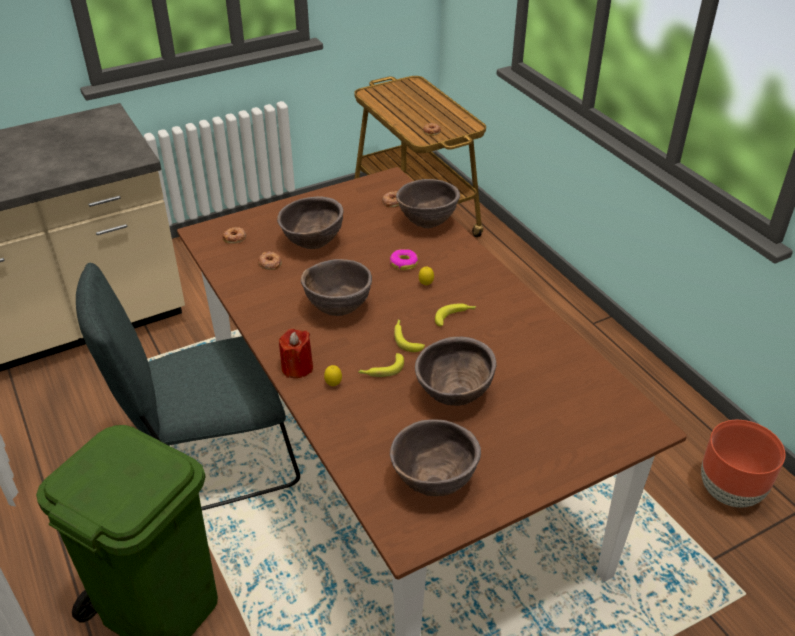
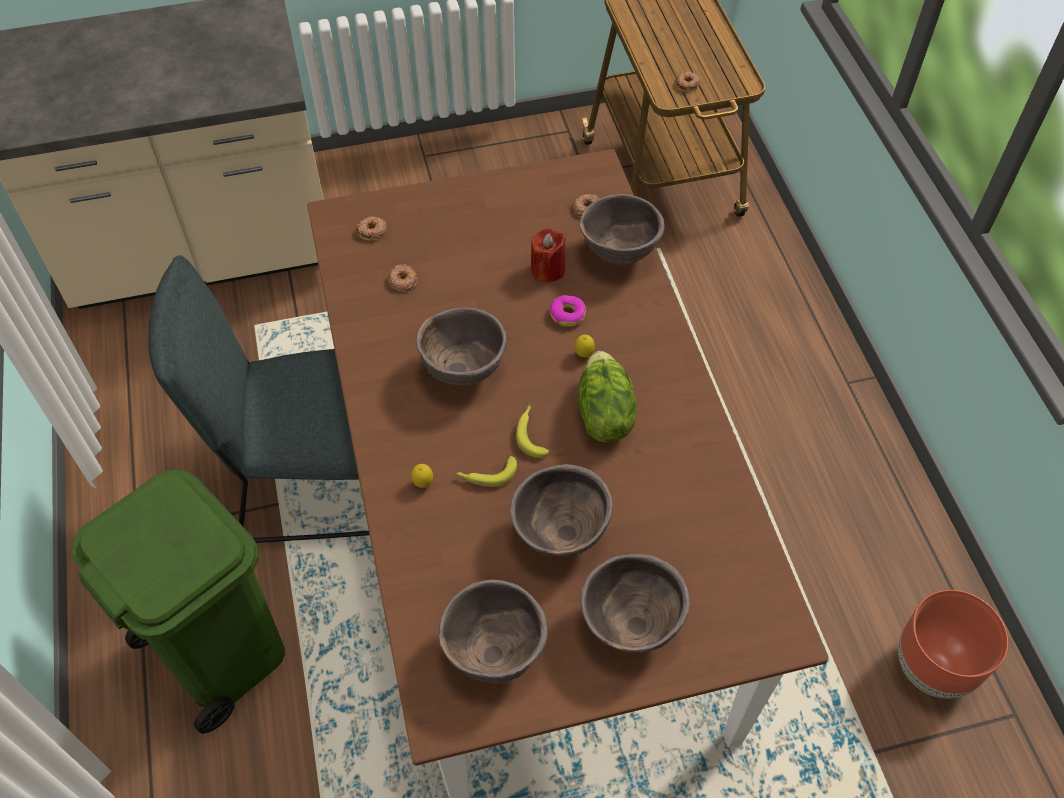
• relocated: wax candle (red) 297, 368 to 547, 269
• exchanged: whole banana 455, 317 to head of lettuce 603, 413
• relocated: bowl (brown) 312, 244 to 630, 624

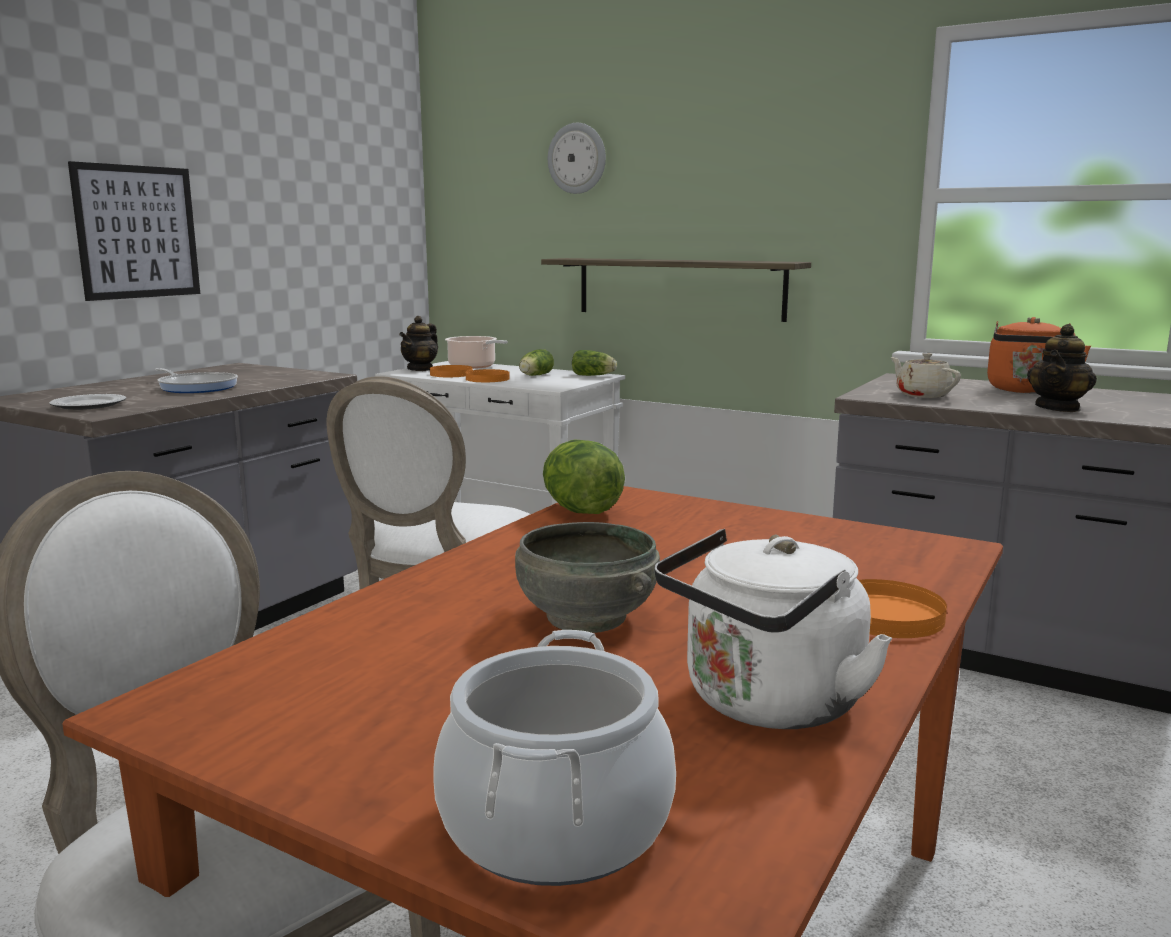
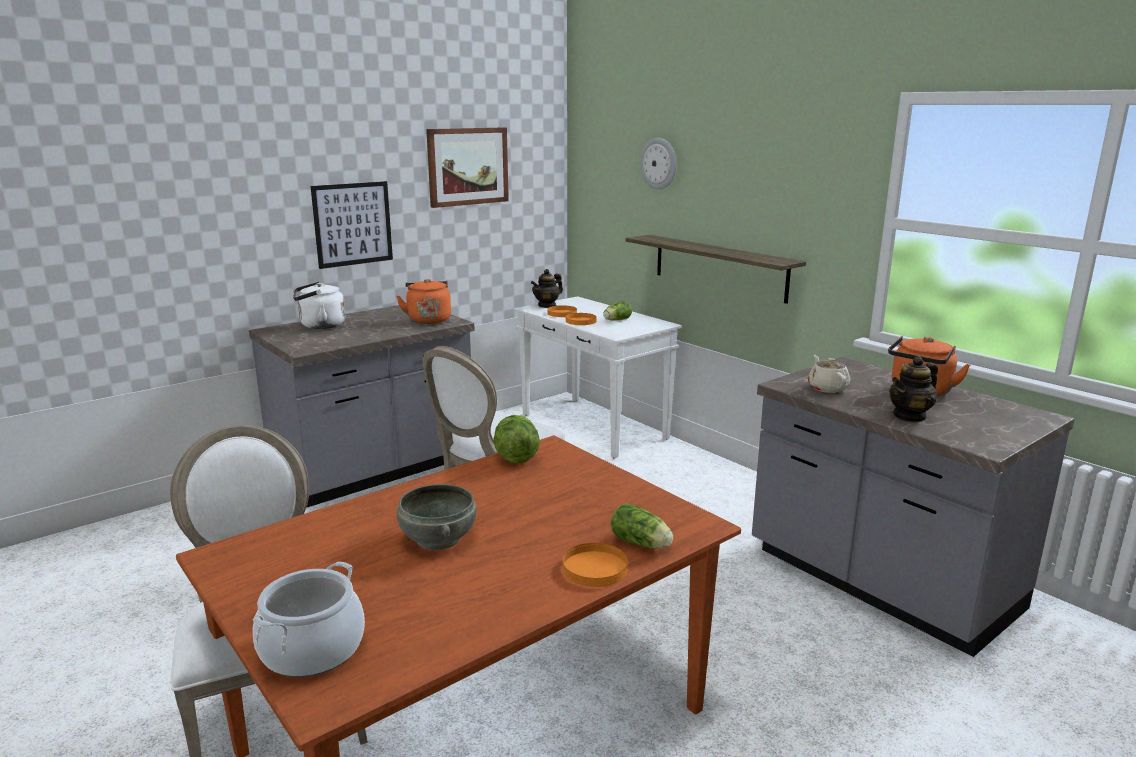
• relocated: tea kettle (white-coloured) 766, 705 to 320, 326
• appeared: tea kettle (orange-coloured) 428, 319
• appeared: picture 467, 166
• relocated: head of lettuce 594, 375 to 642, 544
• missing: plate 88, 405
• missing: frying pan 196, 387
• missing: cooking pot 474, 366

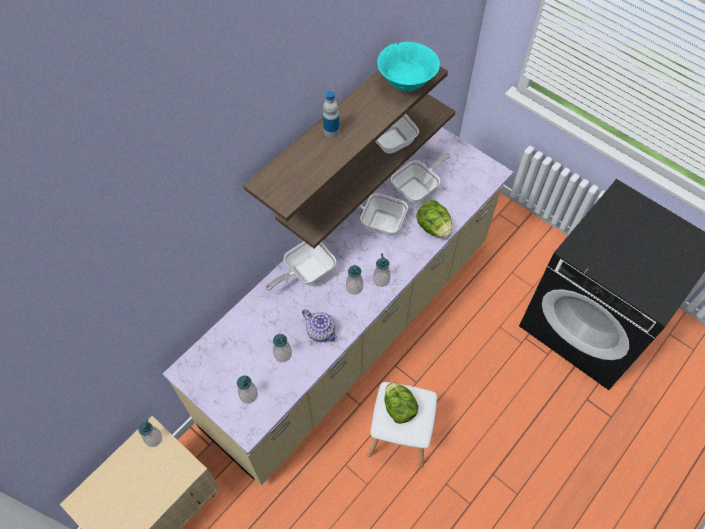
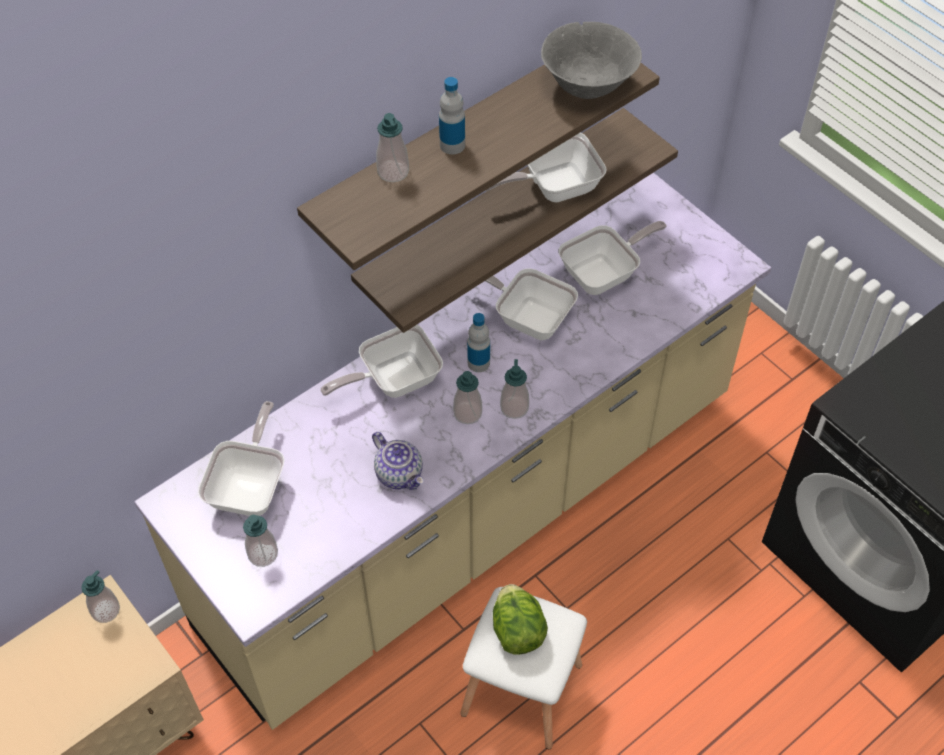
• appeared: frying pan 251, 486
• relocated: soap dispenser 283, 354 to 393, 172
• appeared: bottle 478, 363
• colour: bowl (turquoise) 406, 83 to bowl (greyish) 587, 88
• missing: head of lettuce 433, 227

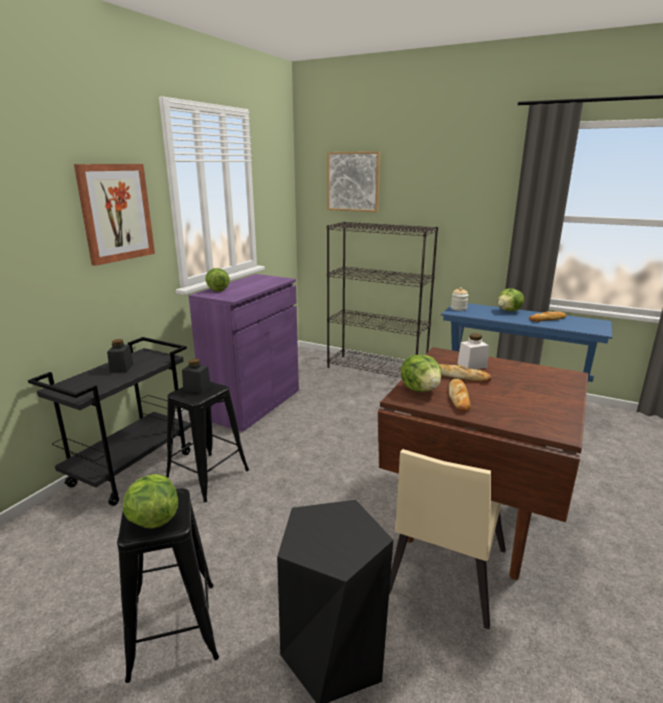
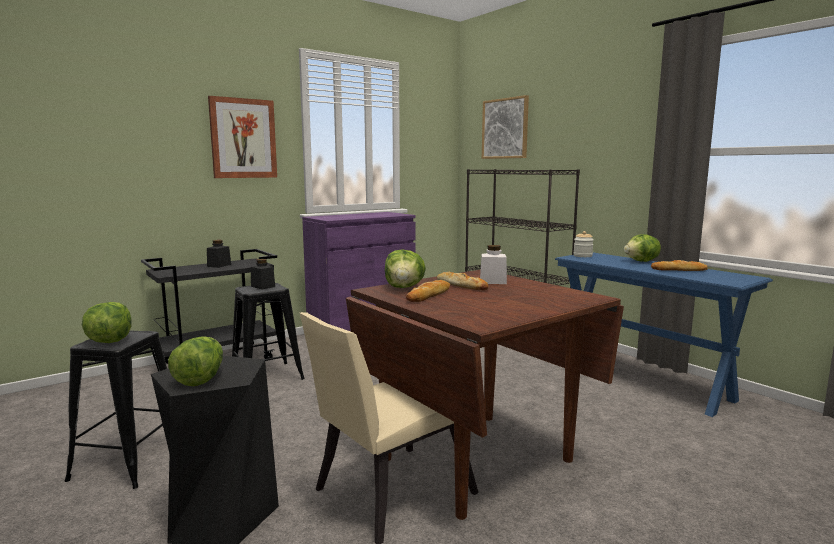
• relocated: head of lettuce 217, 289 to 201, 378

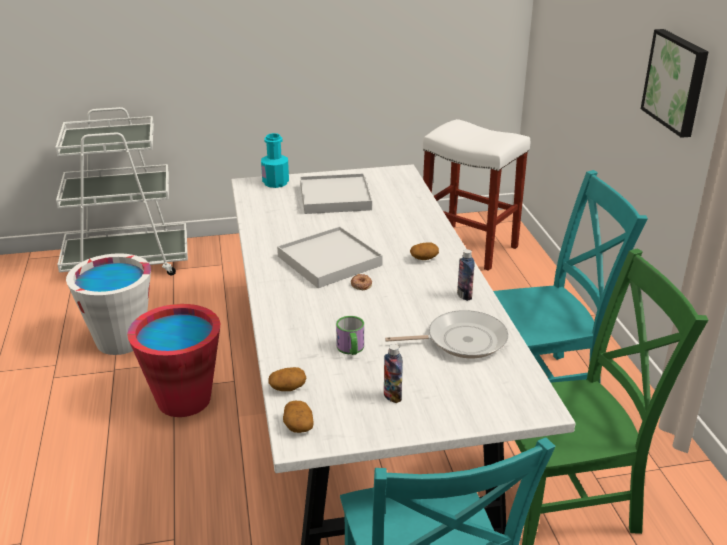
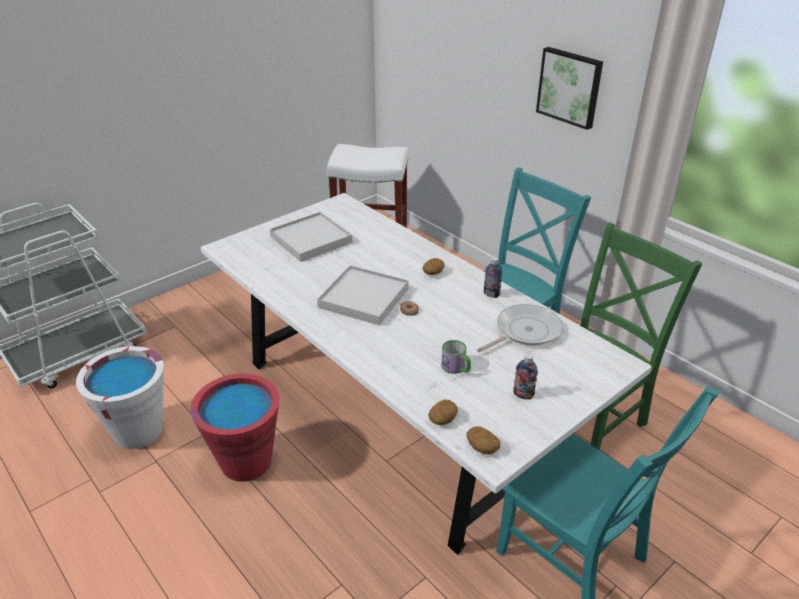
• missing: bottle (turquoise) 275, 182

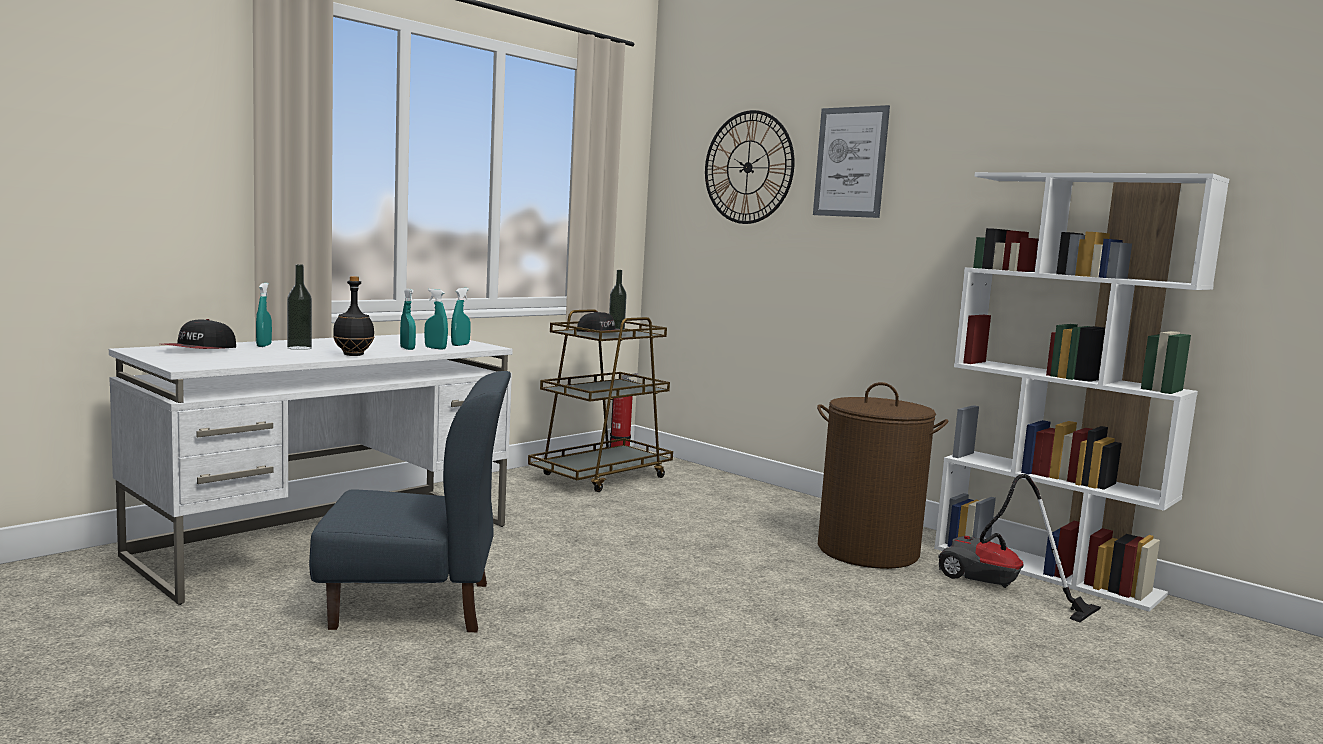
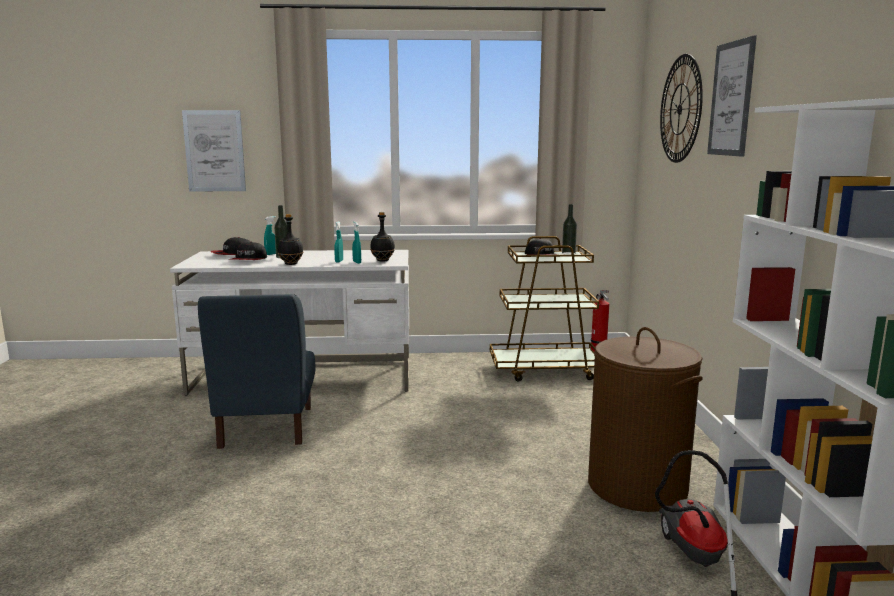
• appeared: picture 214, 151
• spun: chair (bluish) 414, 605 = 266, 427 45 degrees clockwise
• appeared: peaked cap 249, 260
• exchanged: sprayer (turquoise) 460, 345 to bottle (black-coloured) 383, 260

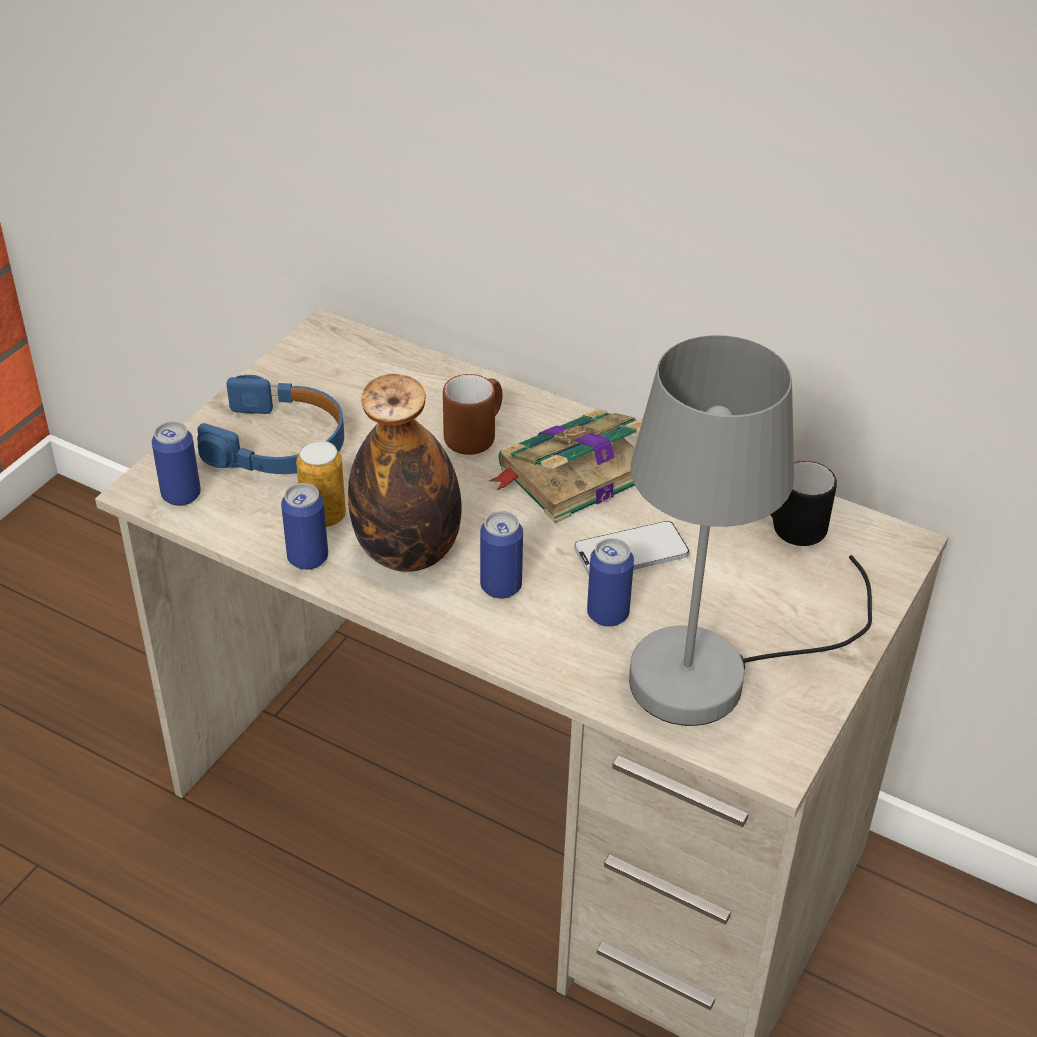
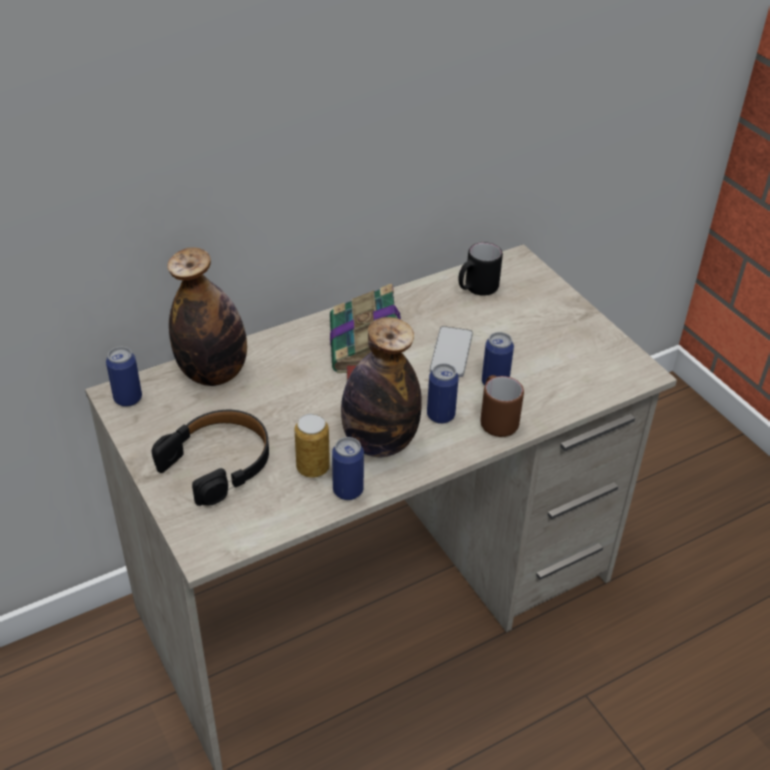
• relocated: sealed can 181, 495 to 128, 398
• colour: headphones (bluish) 278, 443 to headphones (black-coloured) 218, 463
• appeared: bottle 213, 373
• relocated: mug (brown) 476, 436 to 496, 420
• missing: tabletop lamp (greyish) 717, 669

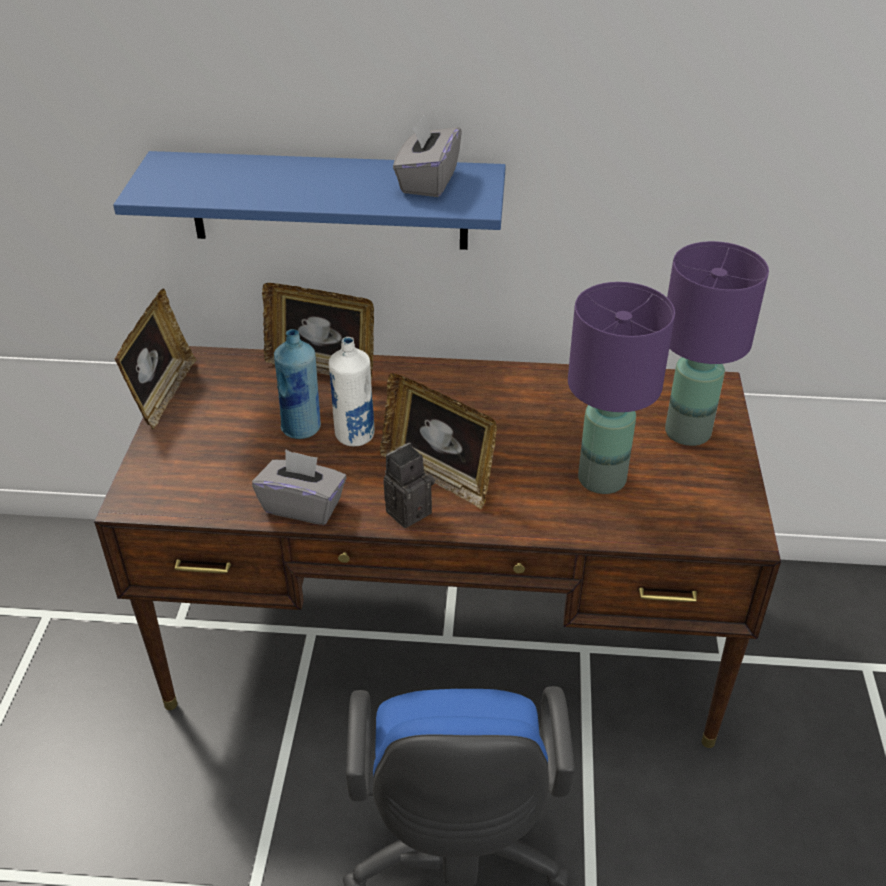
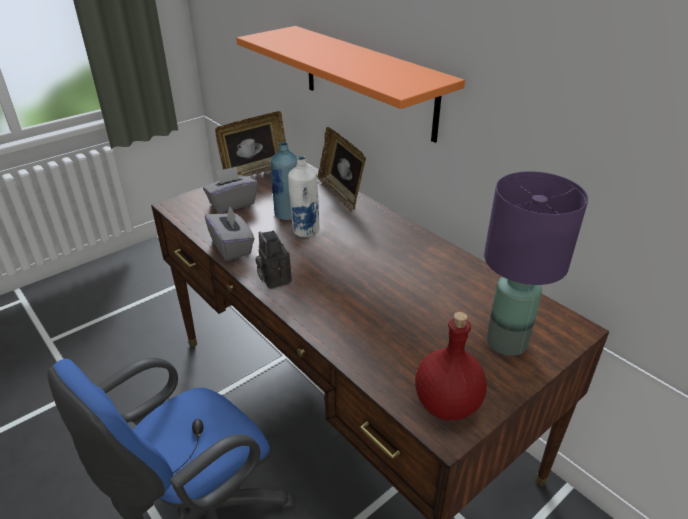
• relocated: tissue box (greyish) 427, 181 to 232, 204
• colour: shelf (bluish) 328, 201 to shelf (orange-coloured) 368, 81
• spun: still camera 408, 509 = 273, 279 120 degrees counterclockwise
• appeared: bottle (red) 446, 404
• missing: photo frame 438, 475
• missing: tabletop lamp (purplish) 602, 480

